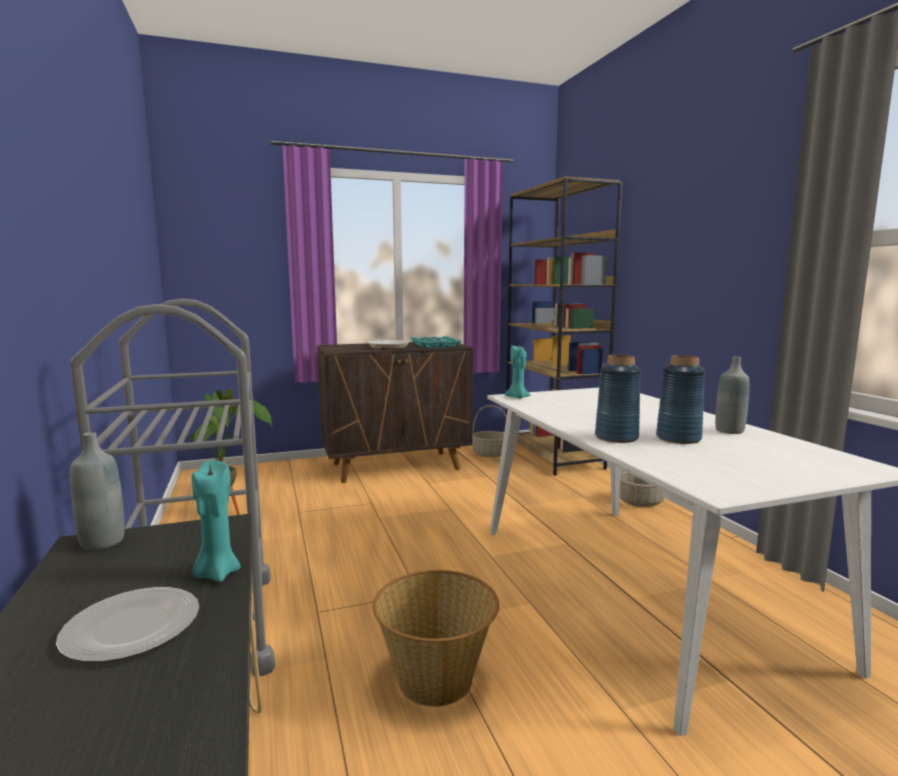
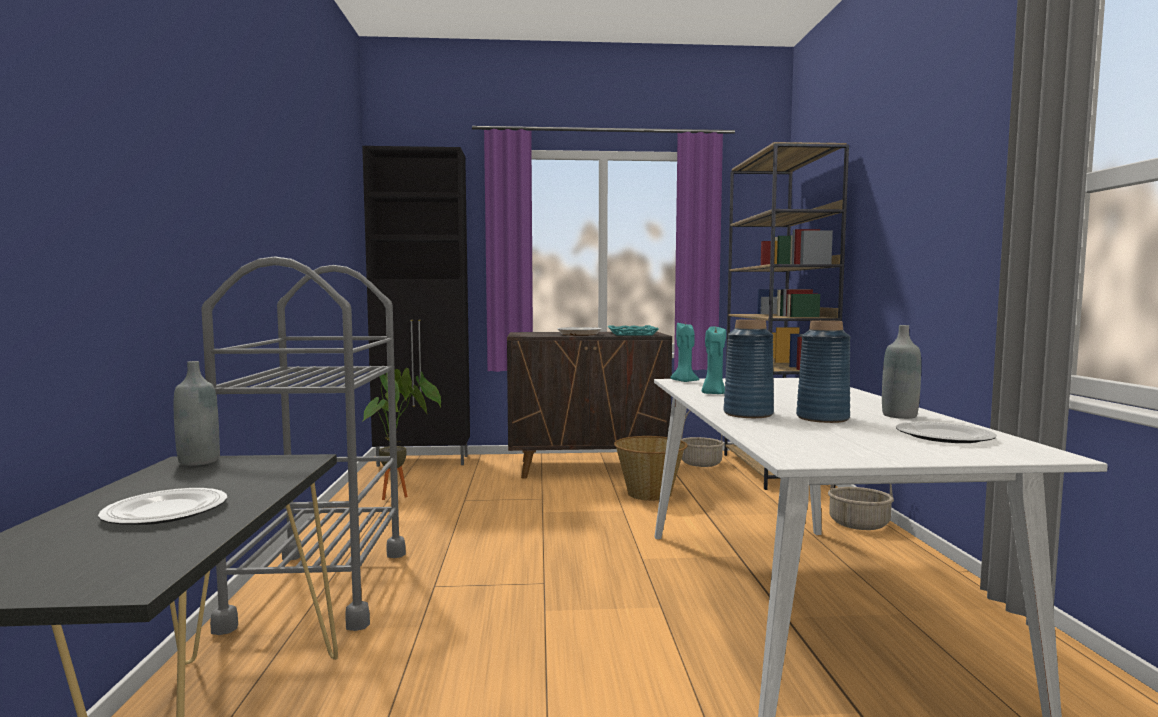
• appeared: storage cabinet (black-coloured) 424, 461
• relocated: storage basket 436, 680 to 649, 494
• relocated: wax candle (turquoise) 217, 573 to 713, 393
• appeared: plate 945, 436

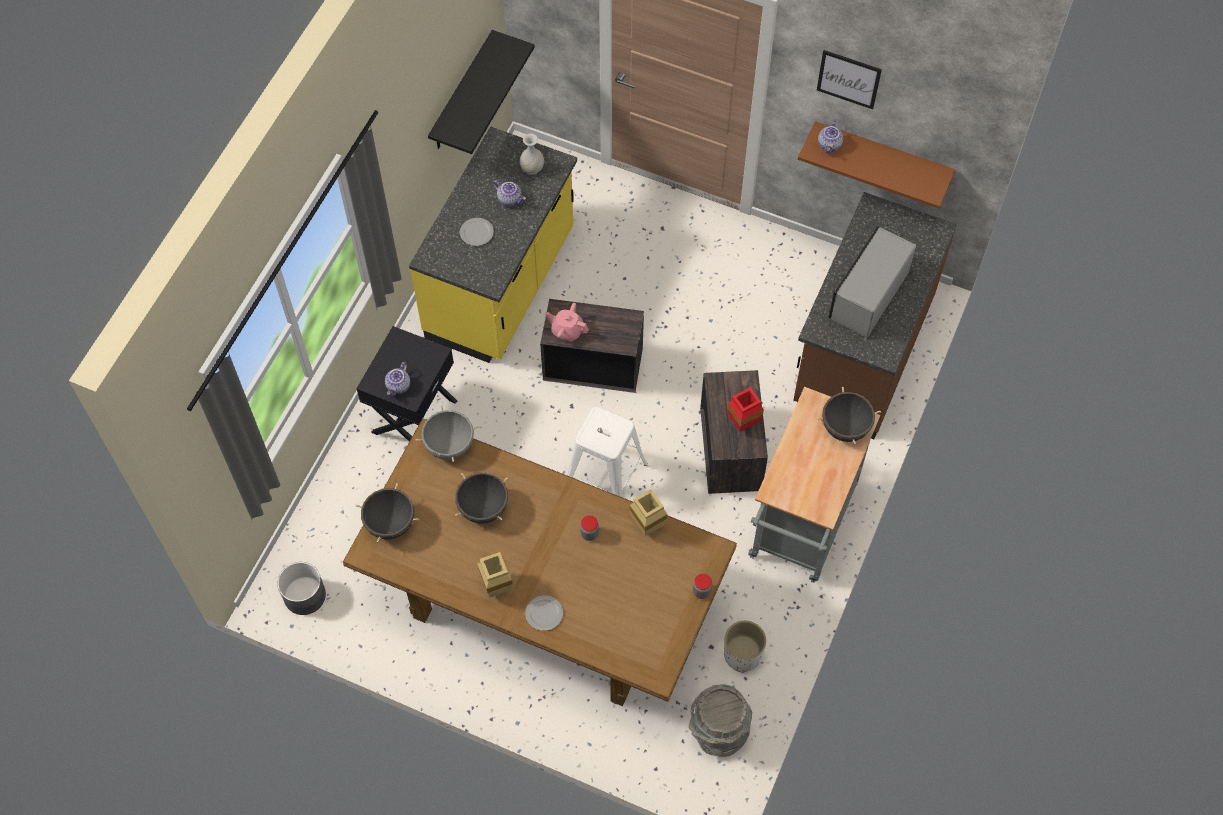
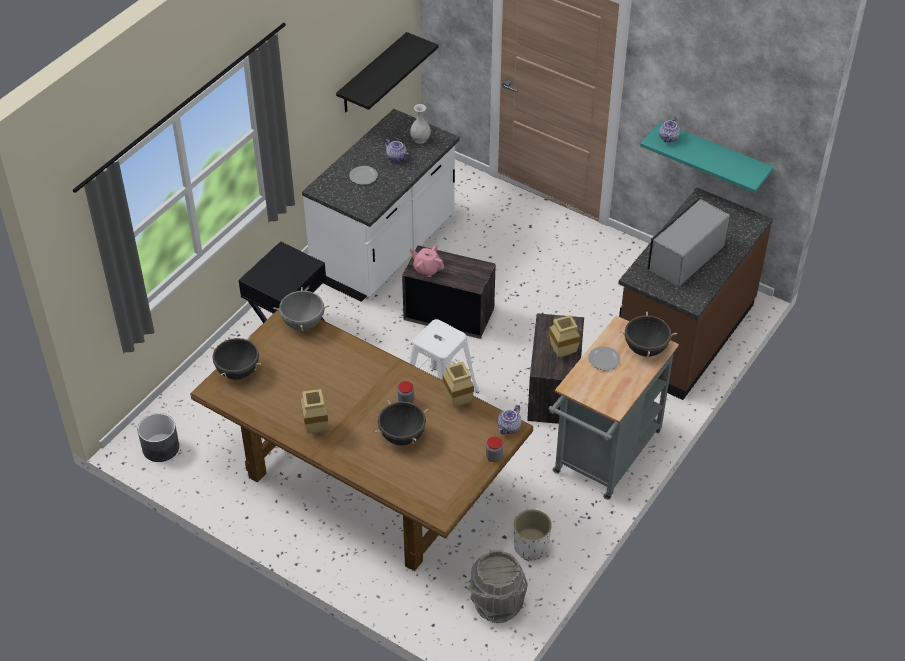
• colour: kitchen counter (yellow-coloured) 502, 286 to kitchen counter (white-coloured) 386, 249
• relocated: cooking pot (black-coloured) 483, 508 to 402, 436
• relocated: tea pot 399, 386 to 509, 428
• colour: decorative vase (red) 742, 424 to decorative vase (beige-coloured) 562, 354
• relocated: plate 544, 613 to 604, 359
• colour: shelf (brown) 882, 156 to shelf (turquoise) 714, 156
• missing: picture 848, 79

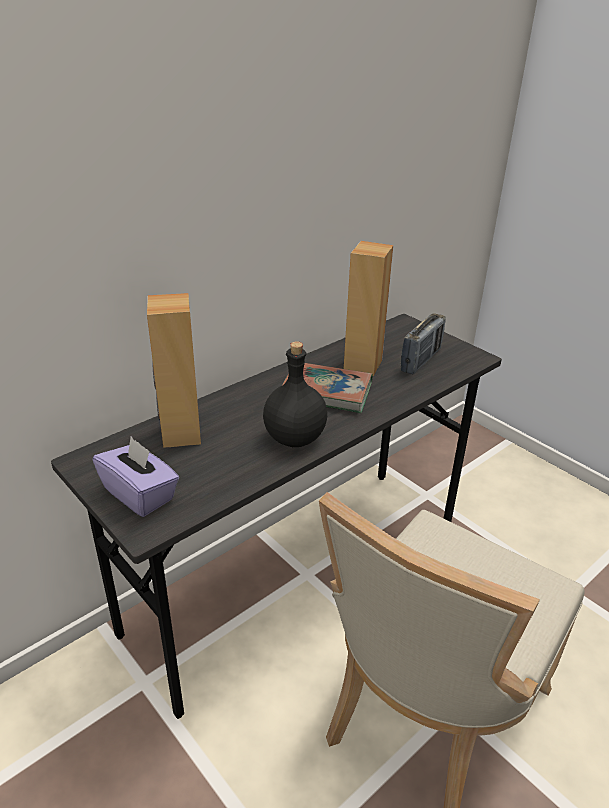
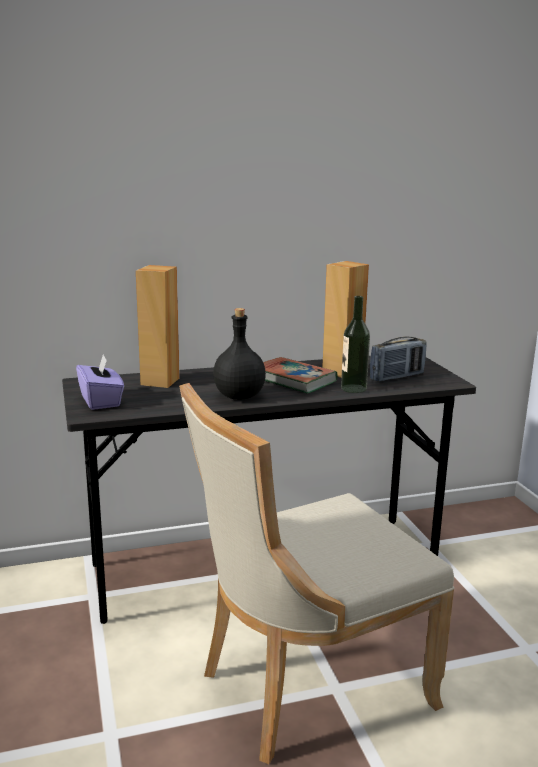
• appeared: bottle 353, 388

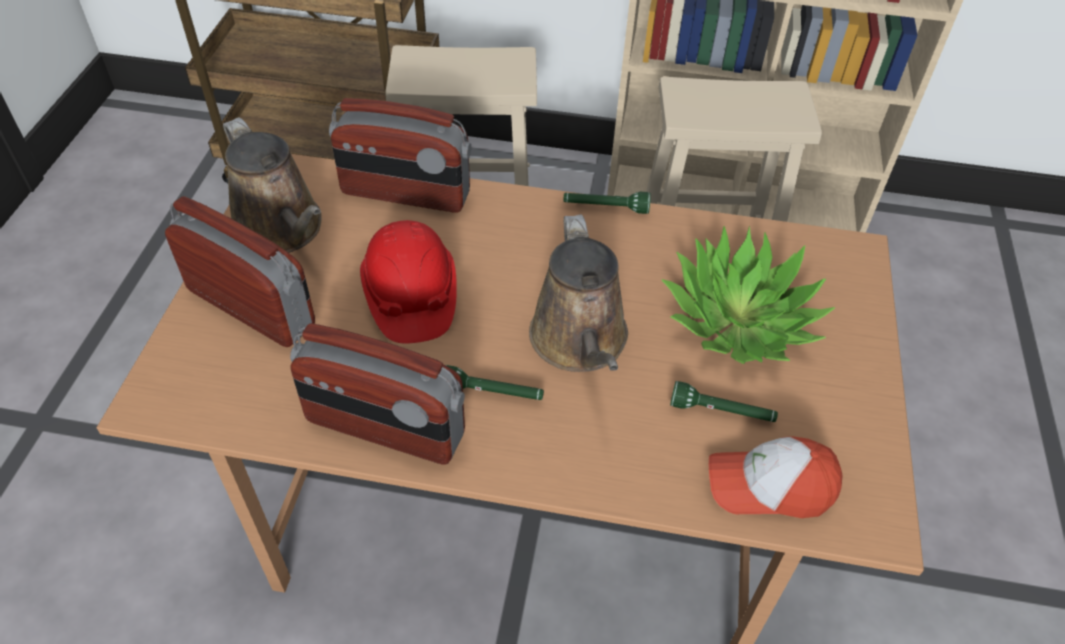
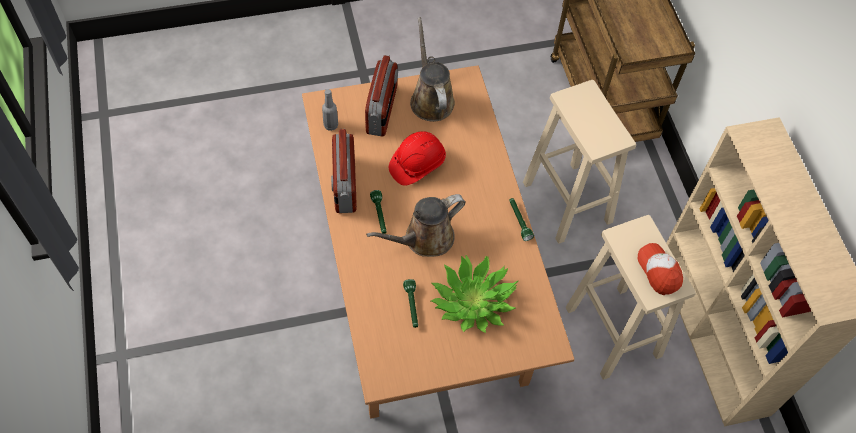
• appeared: bottle (greyish) 331, 125
• spun: sprinkling can (brown) 282, 230 = 431, 99 135 degrees clockwise
• relocated: peaked cap 769, 486 to 659, 271
• missing: radio 405, 194

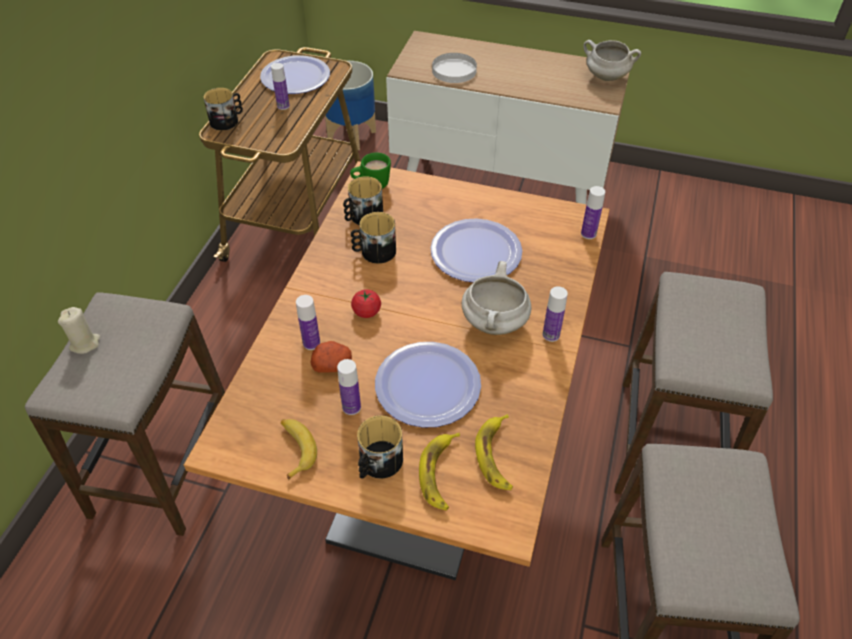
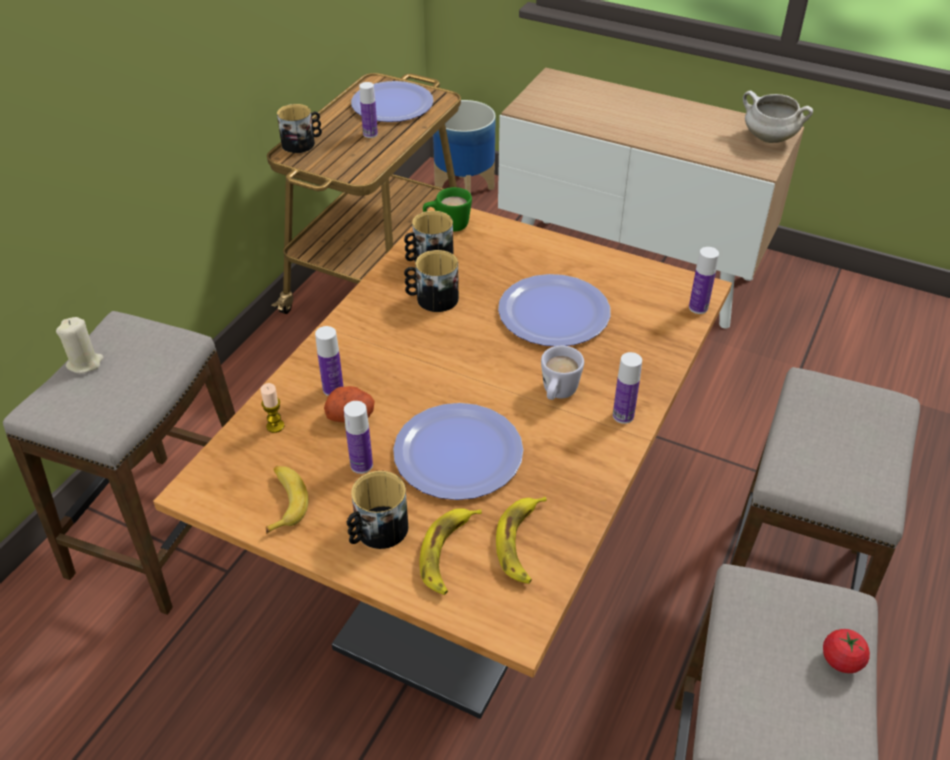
• appeared: wax candle 275, 426
• exchanged: cooking pot (white-coloured) 495, 323 to mug (white-coloured) 557, 394
• relocated: fresh tomato 366, 312 to 841, 660
• missing: plate (white-coloured) 454, 70

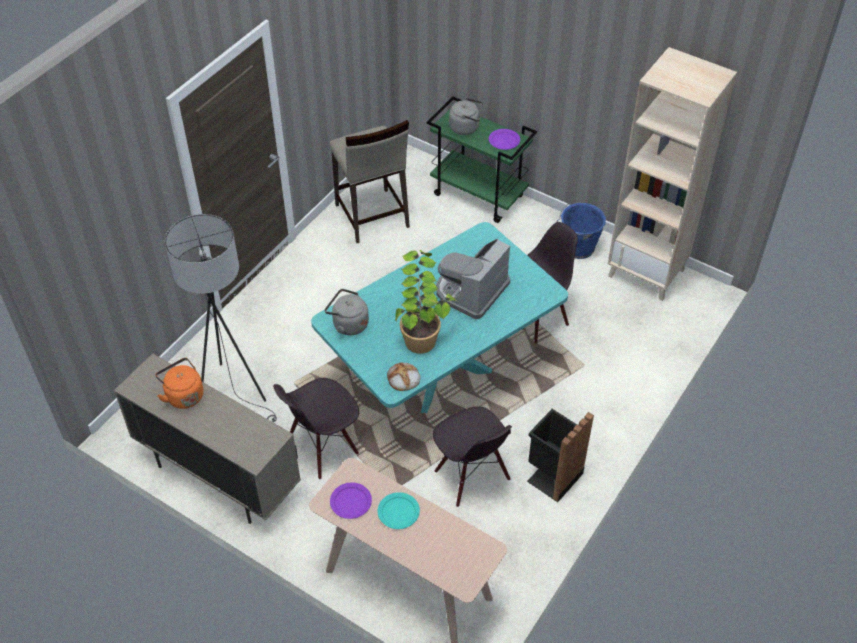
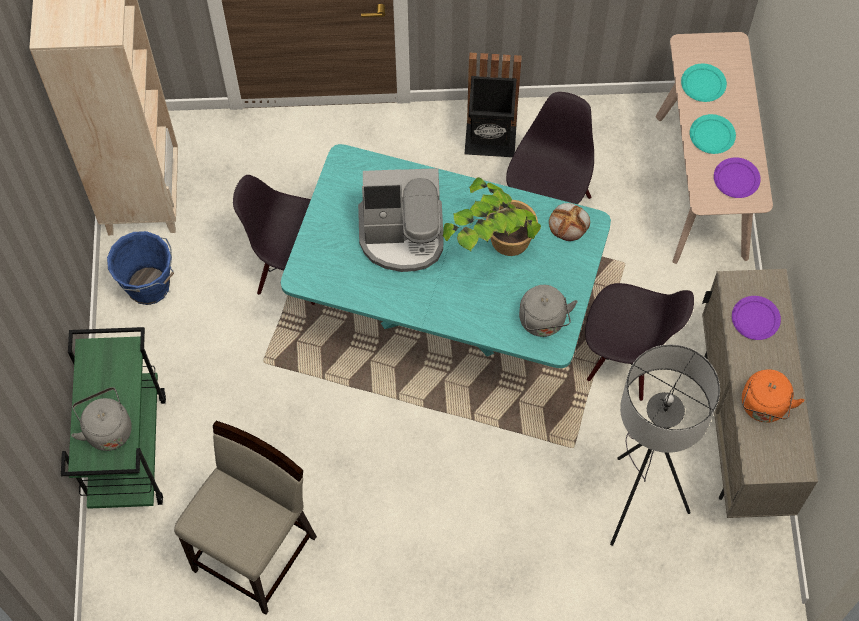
• appeared: plate (turquoise) 703, 84
• relocated: plate (purplish) 504, 141 to 756, 319

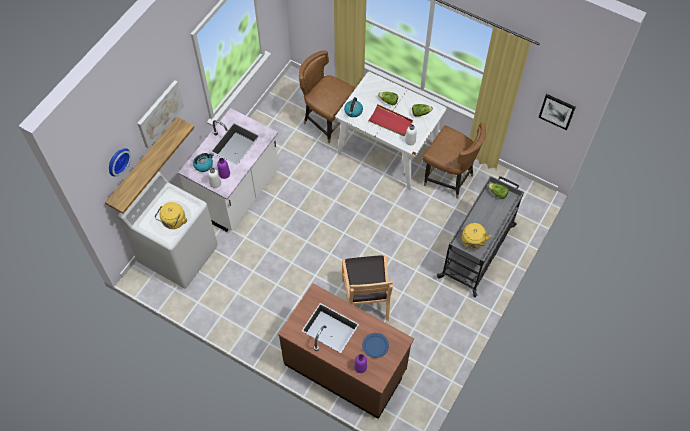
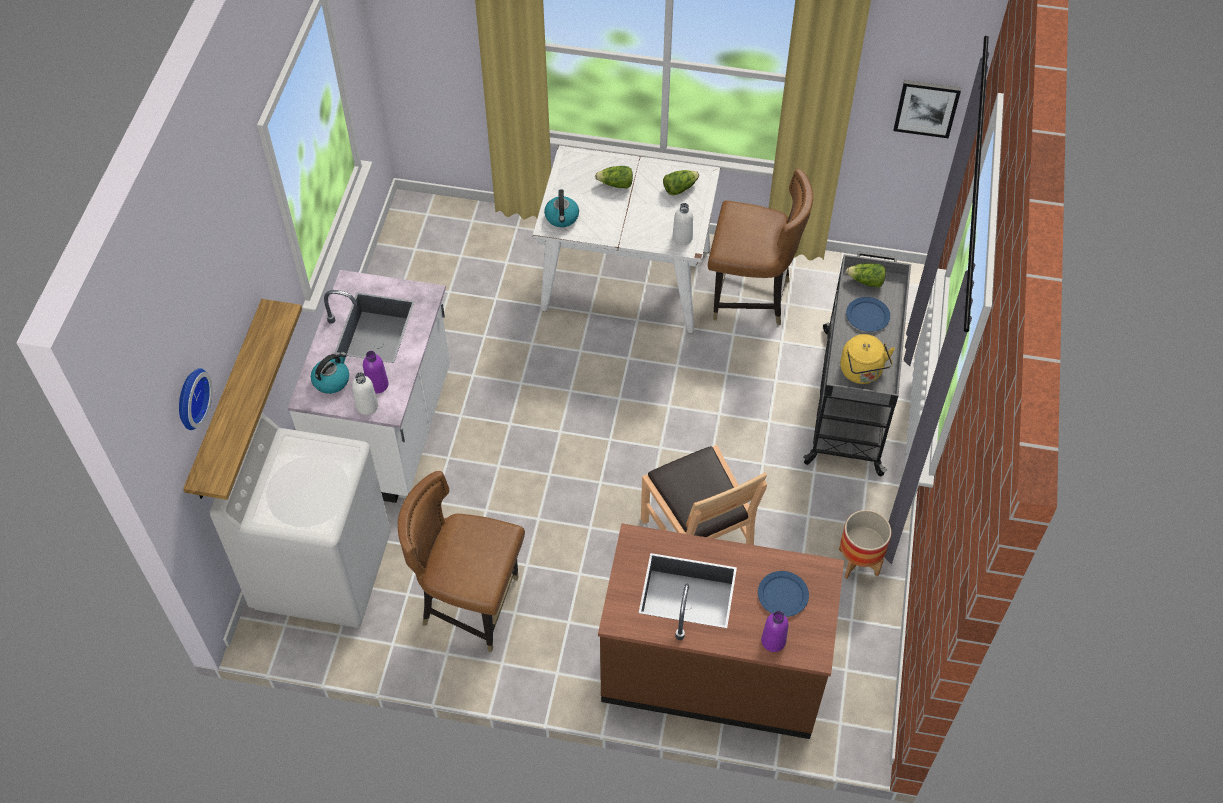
• relocated: chair (brown) 327, 121 to 471, 604
• appeared: plant pot 858, 562
• appeared: plate (bluish) 867, 316
• missing: picture 159, 113
• missing: tea kettle (yellow-coloured) 173, 222
• missing: serving tray (red) 390, 122

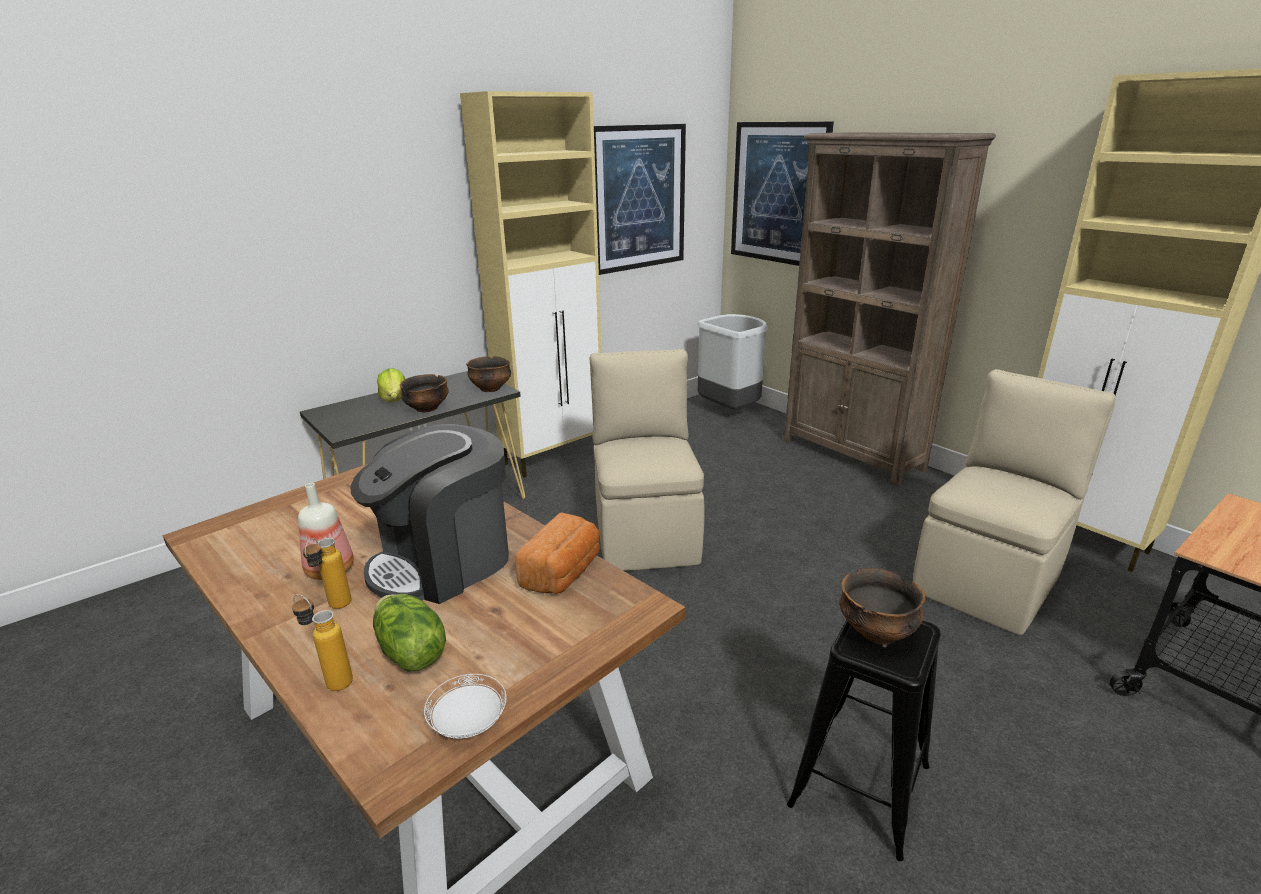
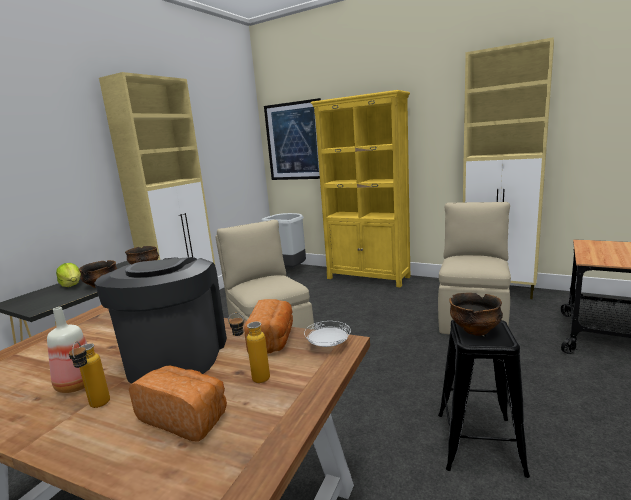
• spun: coffee machine 444, 562 = 176, 356 150 degrees clockwise
• exchanged: head of lettuce 410, 653 to bakery bread 185, 417
• relocated: bottle 331, 680 to 253, 379
• relocated: plate (white-coloured) 468, 722 to 328, 345
• colour: shelving unit (brown) 852, 455 to shelving unit (yellow-coloured) 368, 278
• missing: picture 639, 198

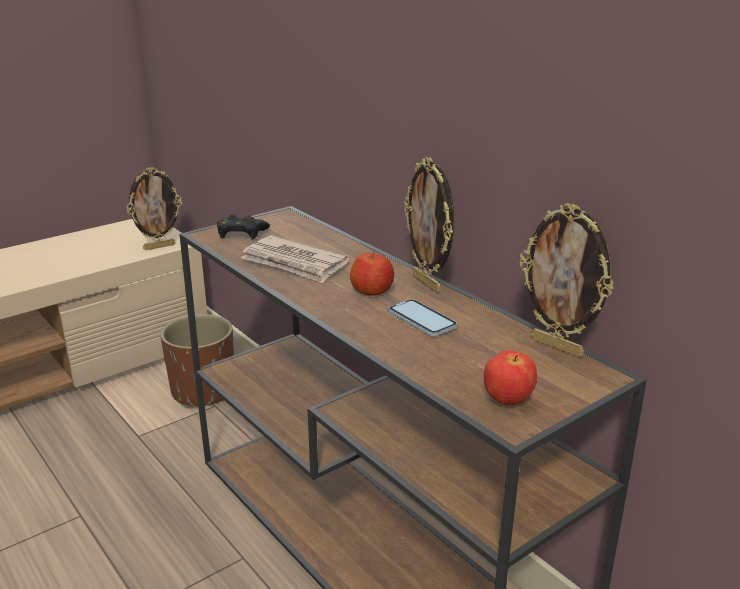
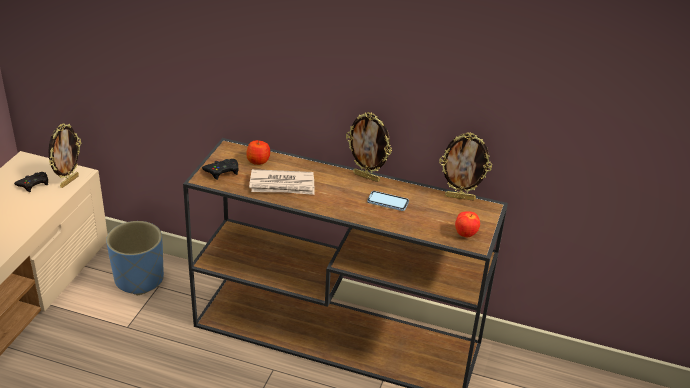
• appeared: joypad (black-coloured) 33, 184
• colour: plant pot (brown) 204, 392 to plant pot (bluish) 139, 279
• relocated: whole apple 372, 291 to 258, 161

